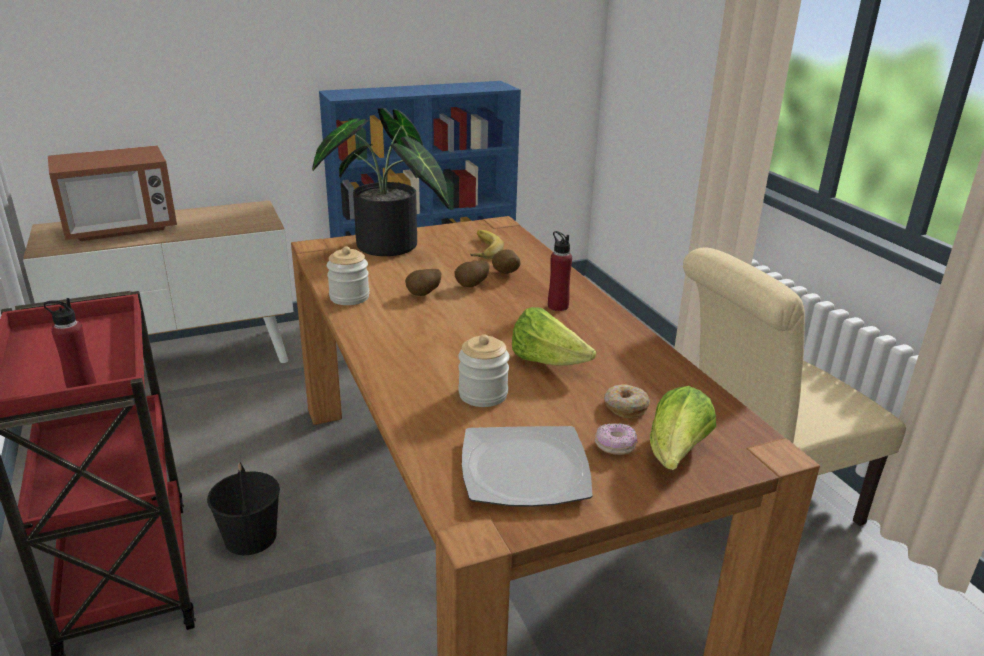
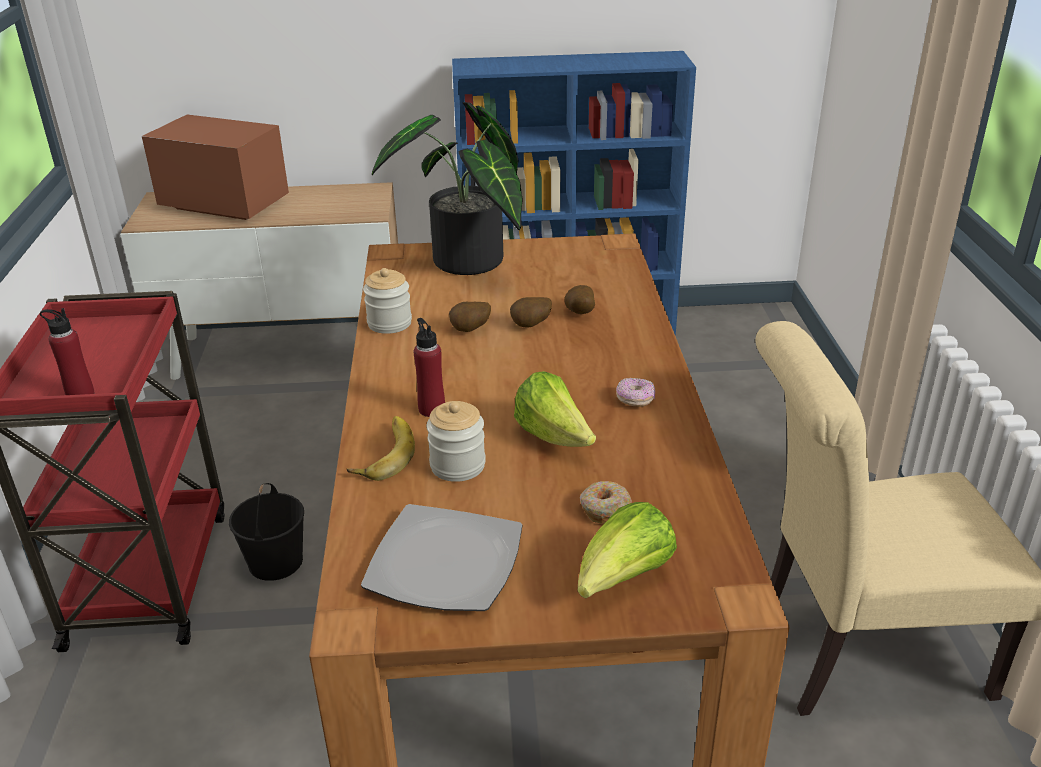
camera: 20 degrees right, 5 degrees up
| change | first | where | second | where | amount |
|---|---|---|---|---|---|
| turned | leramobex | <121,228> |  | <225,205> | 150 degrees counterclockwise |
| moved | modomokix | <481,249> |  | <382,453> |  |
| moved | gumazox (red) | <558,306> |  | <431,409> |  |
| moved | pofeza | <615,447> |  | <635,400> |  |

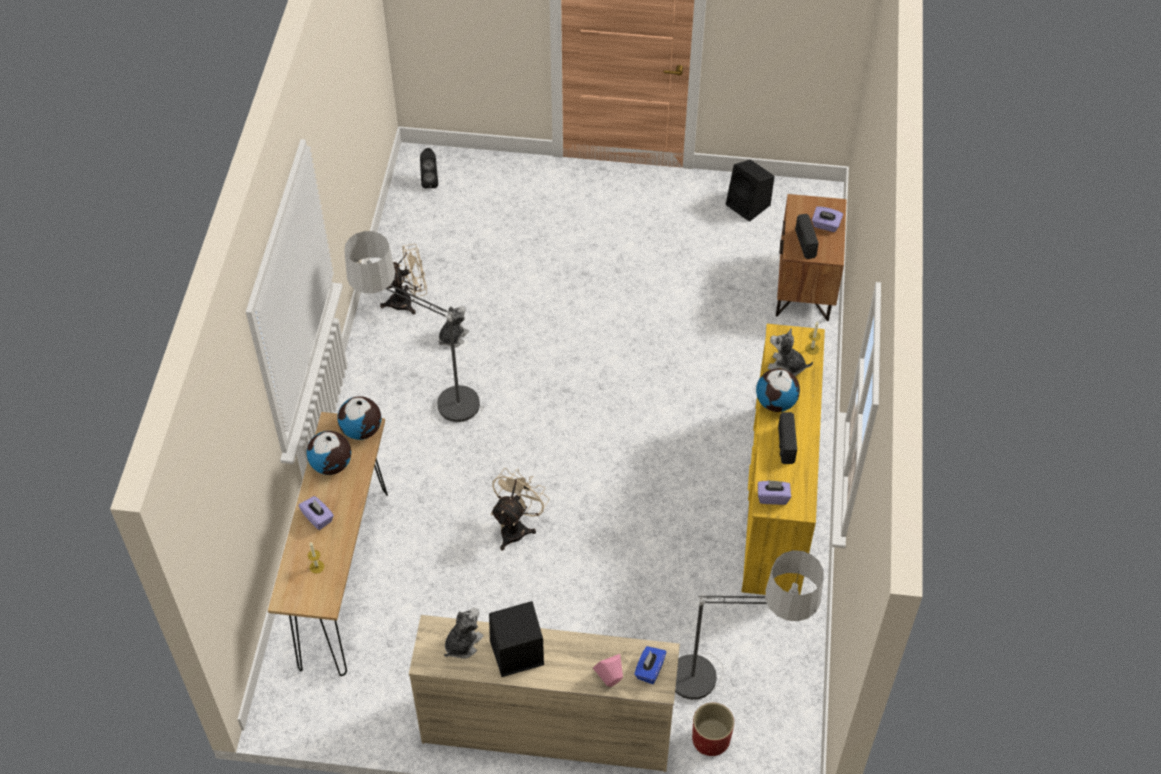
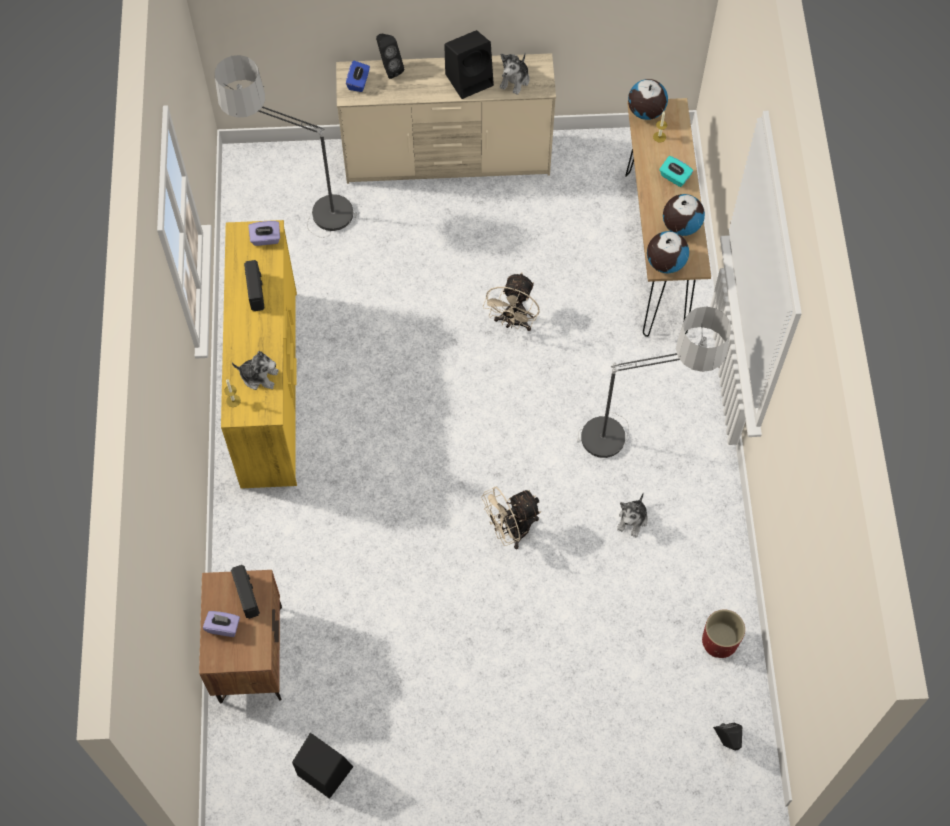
camera: 170 degrees right, 10 degrees up
| change | first | where | second | where | amount |
|---|---|---|---|---|---|
| recoloured | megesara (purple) | <318,518> | megesara (turquoise) | <674,177> |  |
| moved | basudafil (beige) | <407,301> |  | <510,531> |  |
| recoloured | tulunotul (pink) | <610,683> | tulunotul (black) | <389,68> |  |
| moved | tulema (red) | <711,739> |  | <719,641> |  |
| moved | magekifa | <776,402> |  | <645,112> |  |

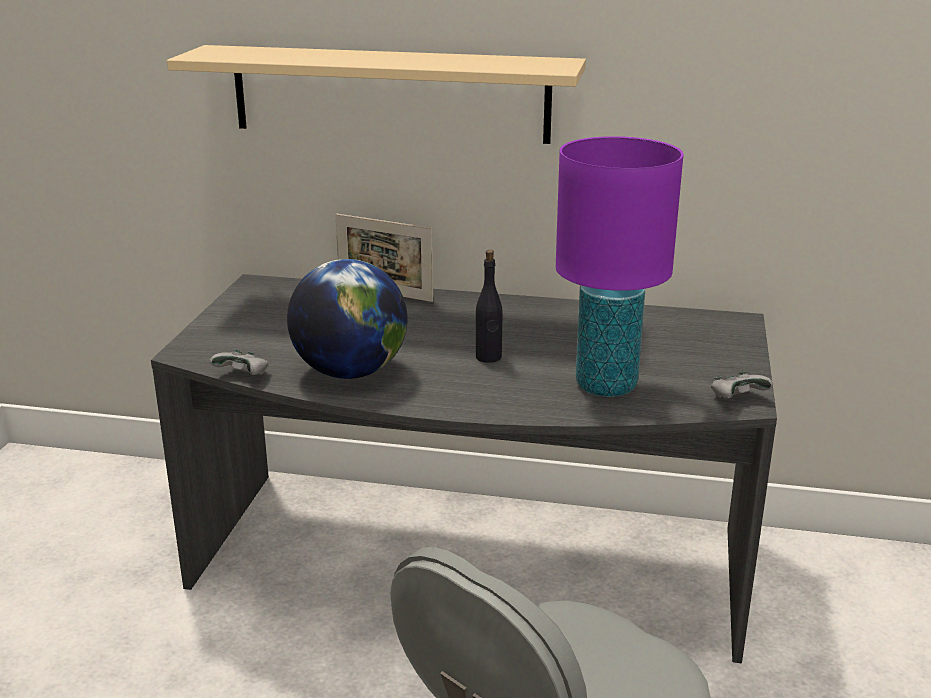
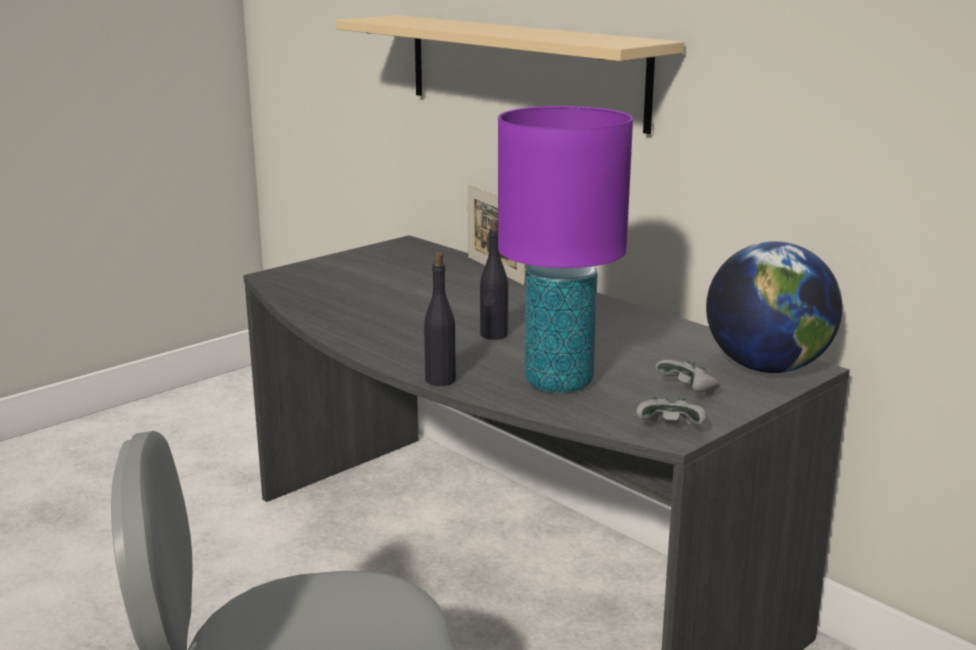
camera: 35 degrees right, 5 degrees down
| change | first | where | second | where | amount |
|---|---|---|---|---|---|
| moved | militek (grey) | <243,376> |  | <689,392> |  |
| moved | magekifa | <350,372> |  | <767,367> |  |
| added |  |  | gumazox (black) | <440,380> |  |

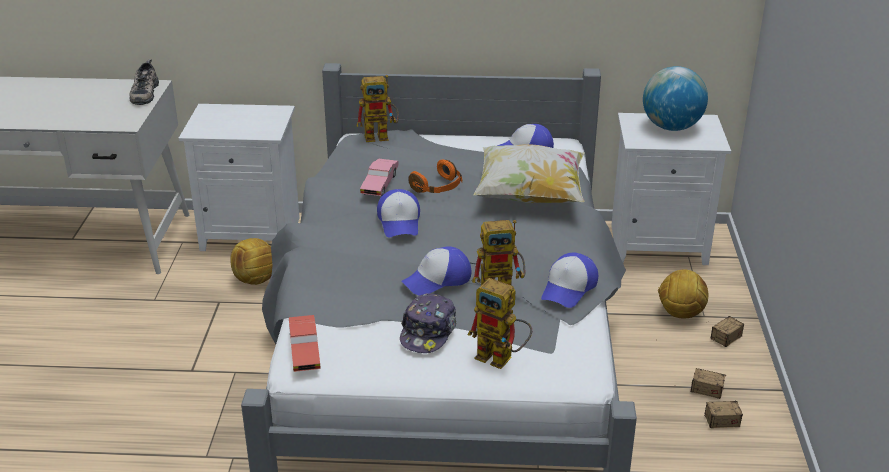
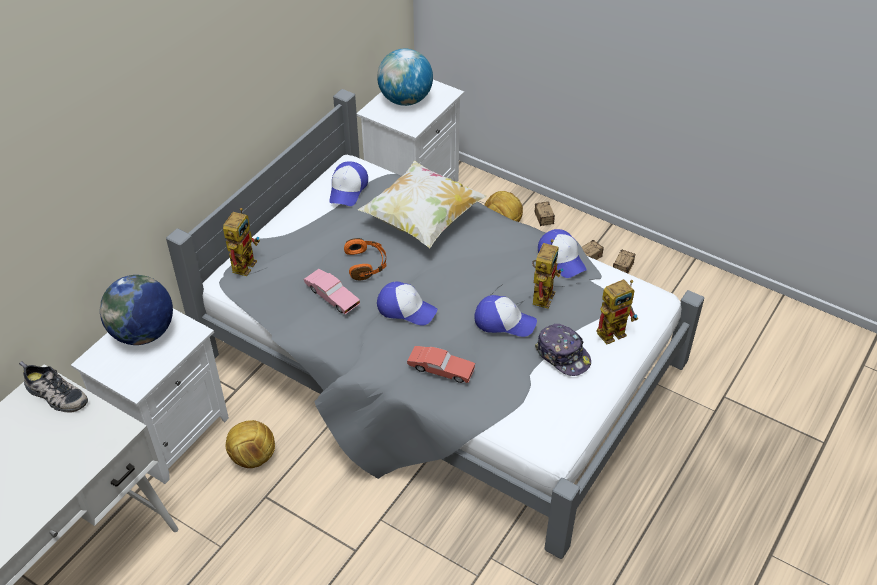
camera: 60 degrees left, 15 degrees up
| change | first | where | second | where | amount |
|---|---|---|---|---|---|
| moved | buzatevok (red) | <304,351> |  | <440,369> |  |
| turned | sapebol | <437,280> |  | <504,321> | 75 degrees counterclockwise |
| added |  |  | magekifa | <143,333> |  |

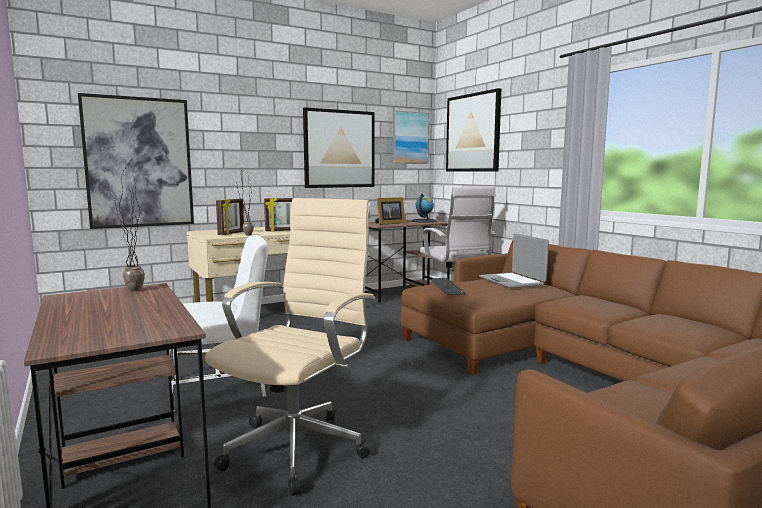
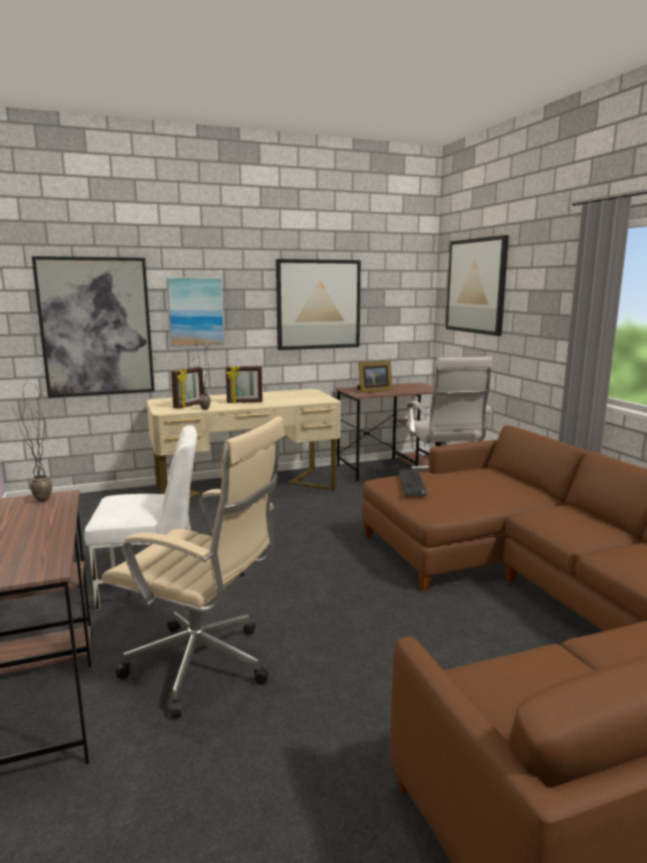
camera: 10 degrees right, 5 degrees up
| change | first | where | second | where | amount |
|---|---|---|---|---|---|
| turned | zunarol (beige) | <299,447> |  | <205,667> | 75 degrees clockwise |
| moved | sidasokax | <410,138> |  | <195,311> |  |
| removed | magekifa | <424,221> |  |  |  |
| removed | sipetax | <512,281> |  |  |  |

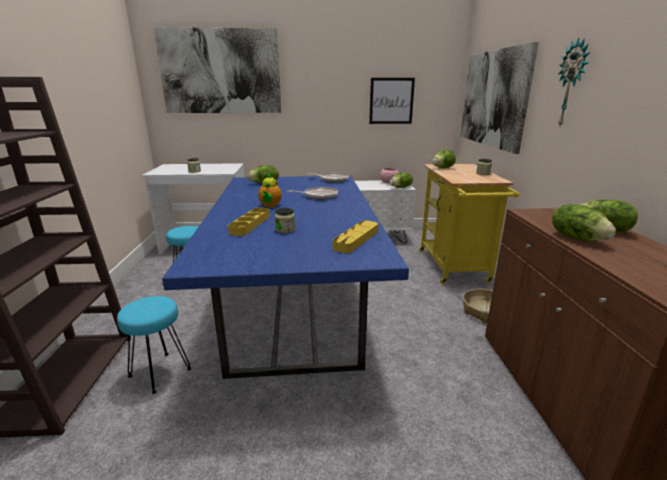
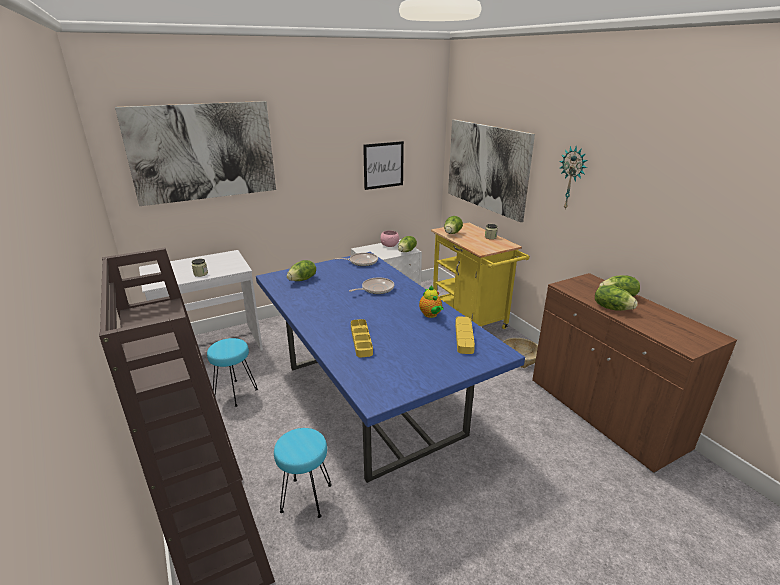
camera: 25 degrees left, 5 degrees up
| change | first | where | second | where | amount |
|---|---|---|---|---|---|
| moved | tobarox | <270,205> |  | <431,315> |  |
| removed | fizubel | <285,230> |  |  |  |

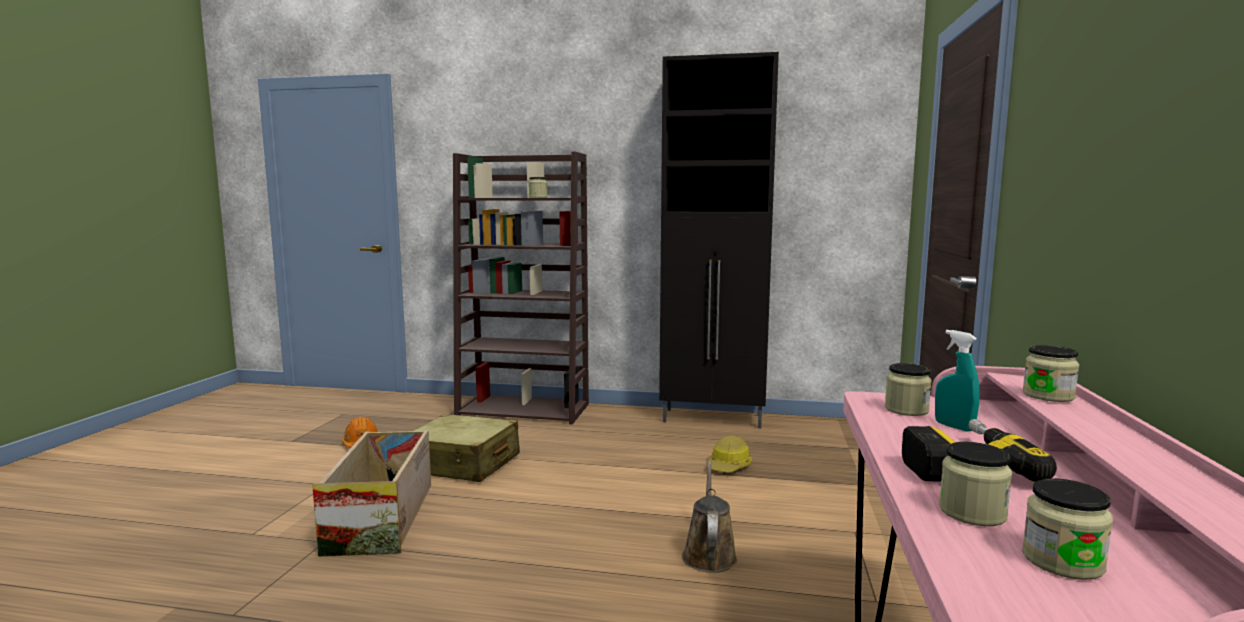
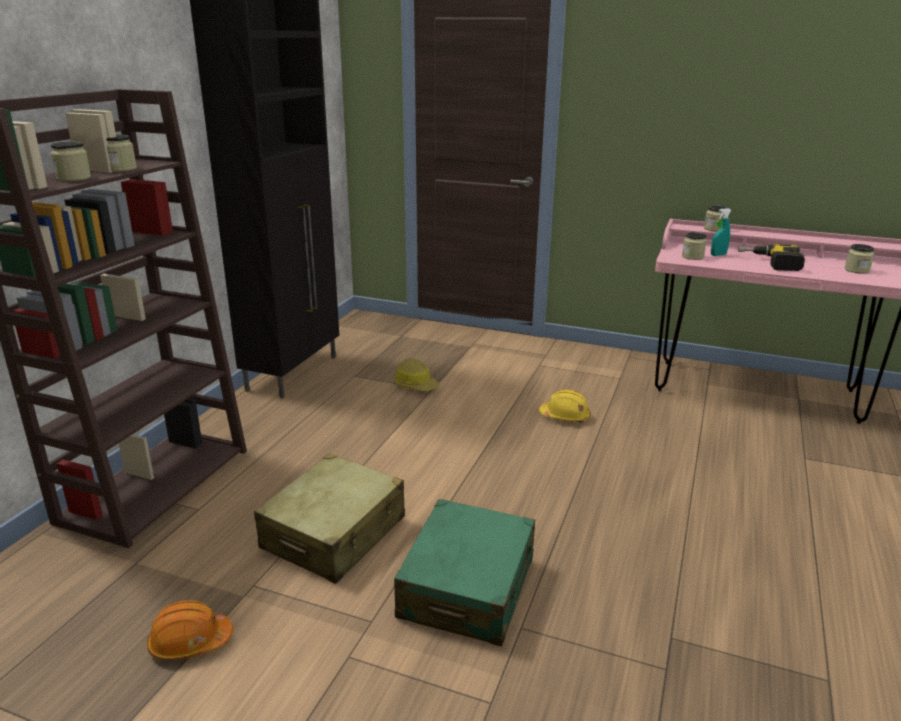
camera: 80 degrees left, 15 degrees up
| change | first | where | second | where | amount |
|---|---|---|---|---|---|
| replaced | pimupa | <382,517> | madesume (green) | <468,588> |  |
| replaced | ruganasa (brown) | <709,554> | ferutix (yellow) | <565,416> |  |
| moved | fizubel | <972,512> |  | <74,178> |  |

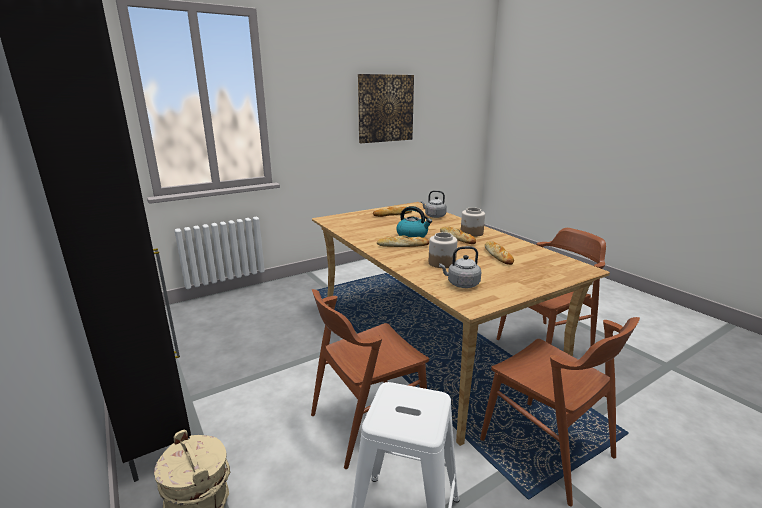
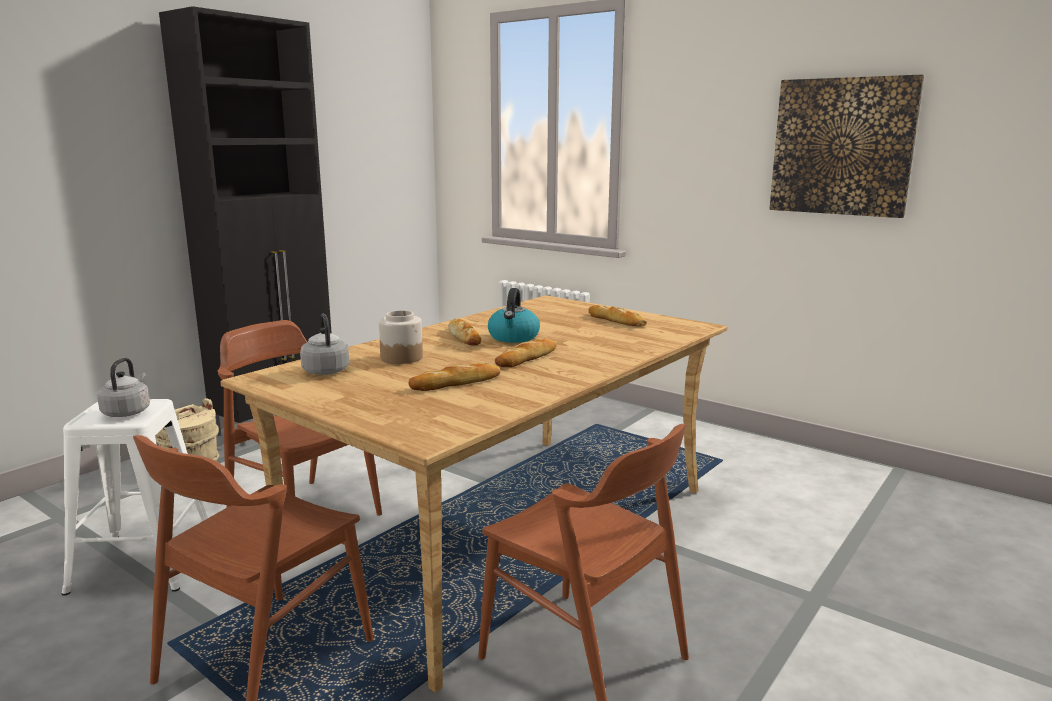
camera: 70 degrees right, 5 degrees down
| change | first | where | second | where | amount |
|---|---|---|---|---|---|
| moved | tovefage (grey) | <434,216> |  | <128,412> |  |
| removed | fizubel | <471,233> |  |  |  |

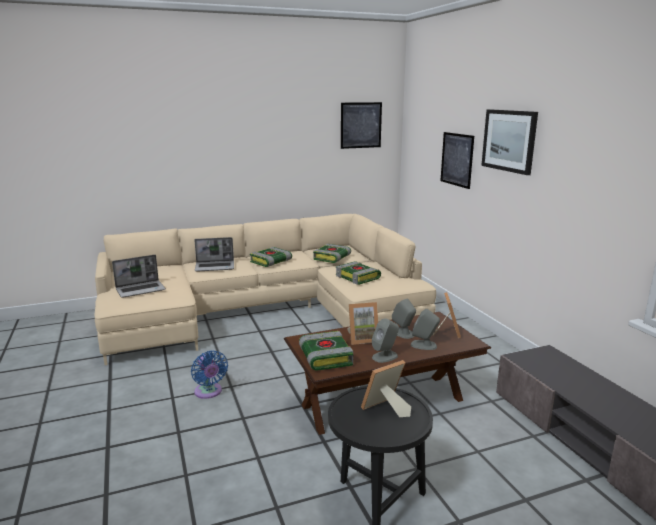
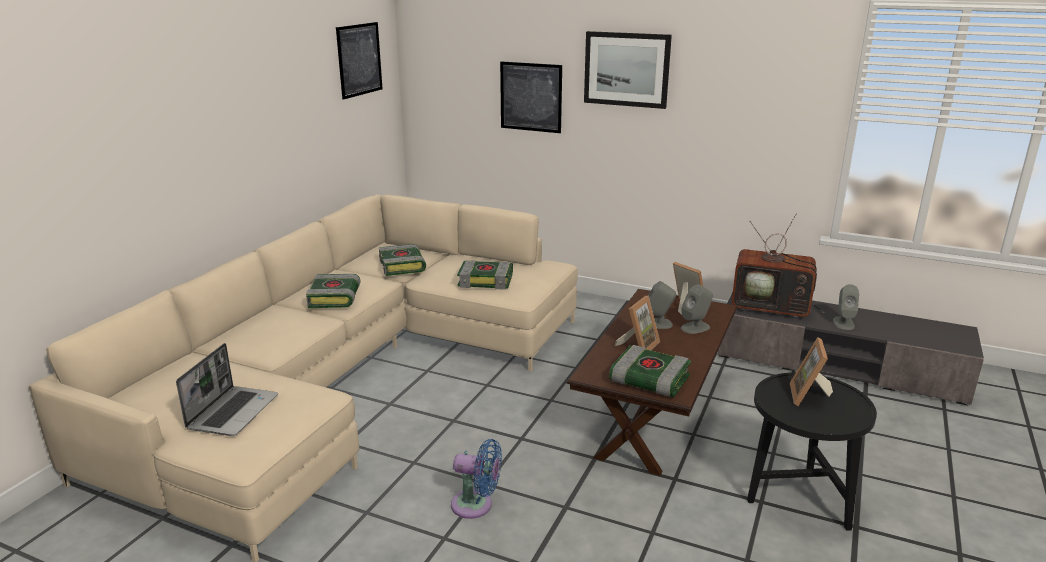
camera: 45 degrees left, 5 degrees up
| change | first | where | second | where | amount |
|---|---|---|---|---|---|
| removed | sipetax | <215,267> |  |  |  |
| moved | tulunotul (grey) | <385,356> |  | <843,323> |  |
| added |  |  | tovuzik | <772,307> |  |

